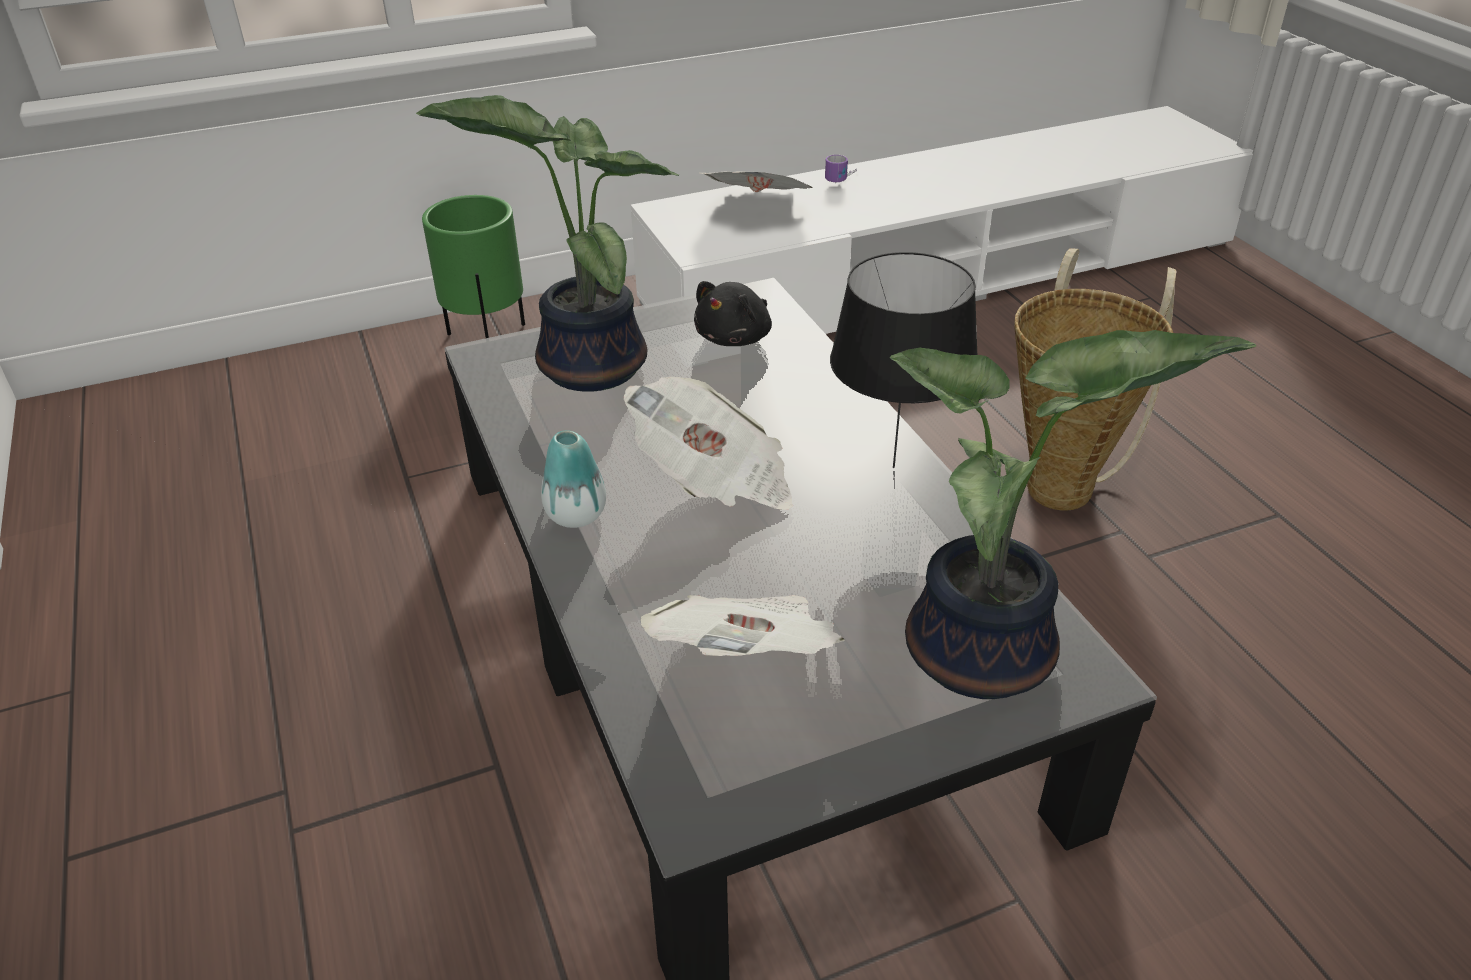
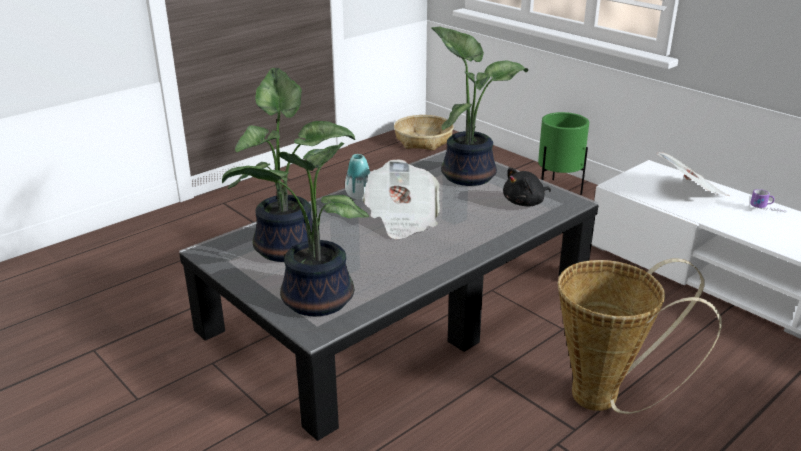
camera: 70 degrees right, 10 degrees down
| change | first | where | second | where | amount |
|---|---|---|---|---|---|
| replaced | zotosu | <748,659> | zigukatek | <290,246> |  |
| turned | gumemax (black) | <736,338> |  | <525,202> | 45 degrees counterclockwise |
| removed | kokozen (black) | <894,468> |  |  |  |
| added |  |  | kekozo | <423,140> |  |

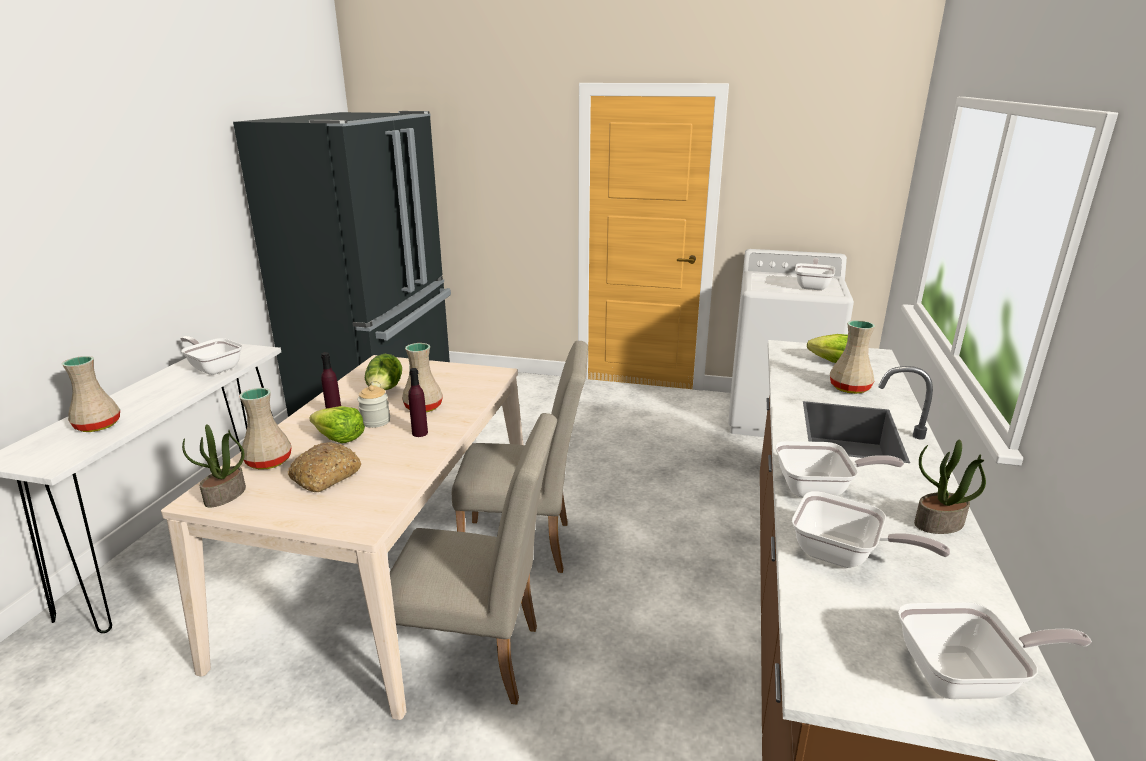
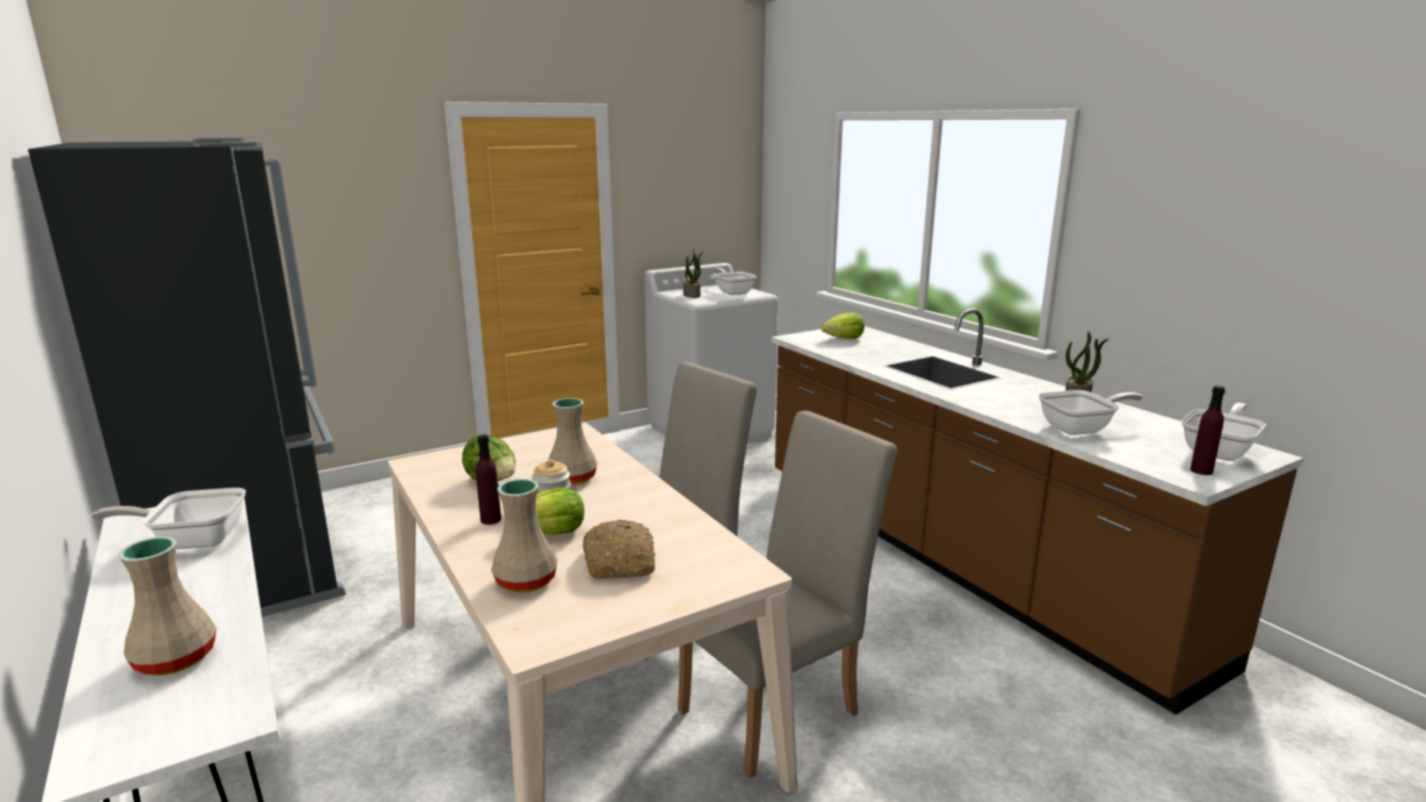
camera: 45 degrees left, 5 degrees down
| change | first | where | second | where | amount |
|---|---|---|---|---|---|
| moved | zigukatek | <225,496> |  | <692,295> |  |
| moved | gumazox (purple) | <420,433> |  | <1201,471> |  |
| removed | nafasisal | <820,489> |  |  |  |
| removed | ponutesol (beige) | <850,388> |  |  |  |

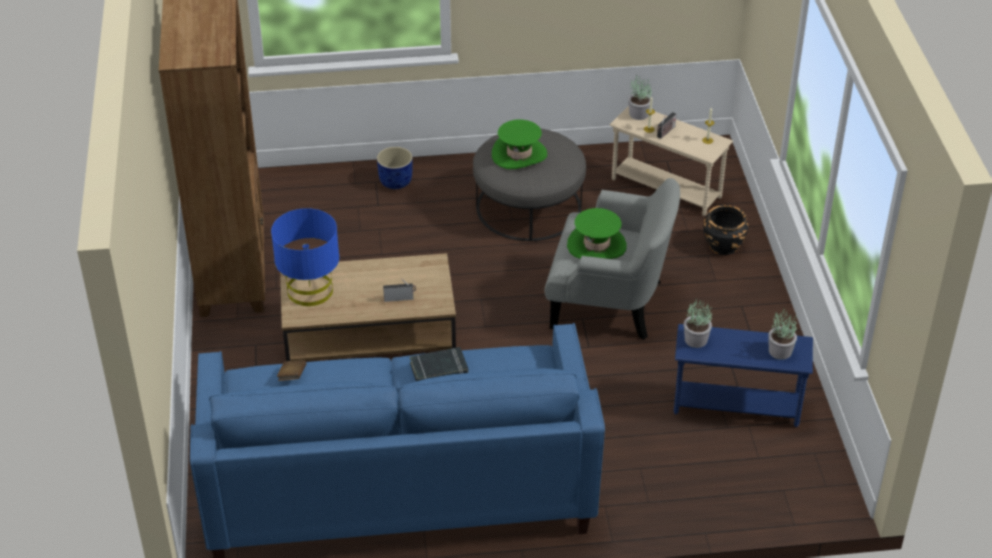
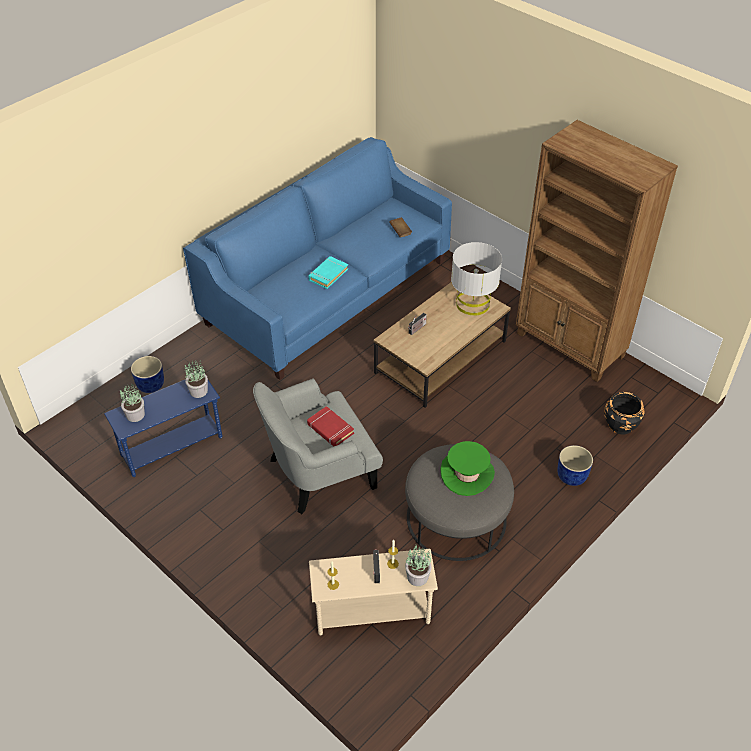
camera: 140 degrees right, 5 degrees up
| change | first | where | second | where | amount |
|---|---|---|---|---|---|
| recoloured | kokozen (blue) | <309,290> | kokozen (grey) | <472,303> |  |
| recoloured | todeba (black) | <439,370> | todeba (turquoise) | <328,274> |  |
| replaced | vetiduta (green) | <596,245> | todeba (red) | <330,429> |  |
| moved | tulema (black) | <723,245> |  | <620,425> |  |
| added |  |  | tulema (blue) | <150,384> |  |

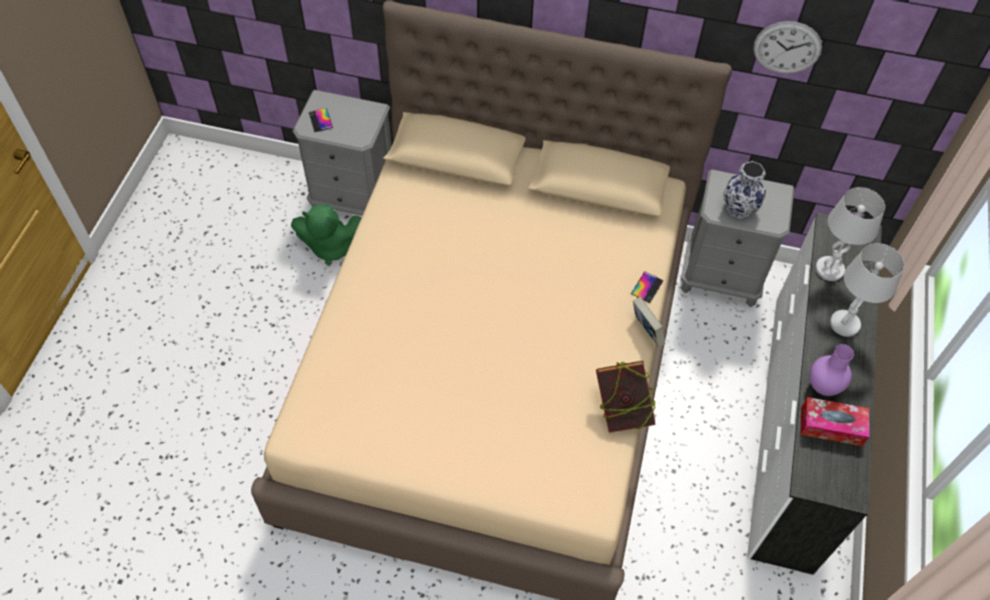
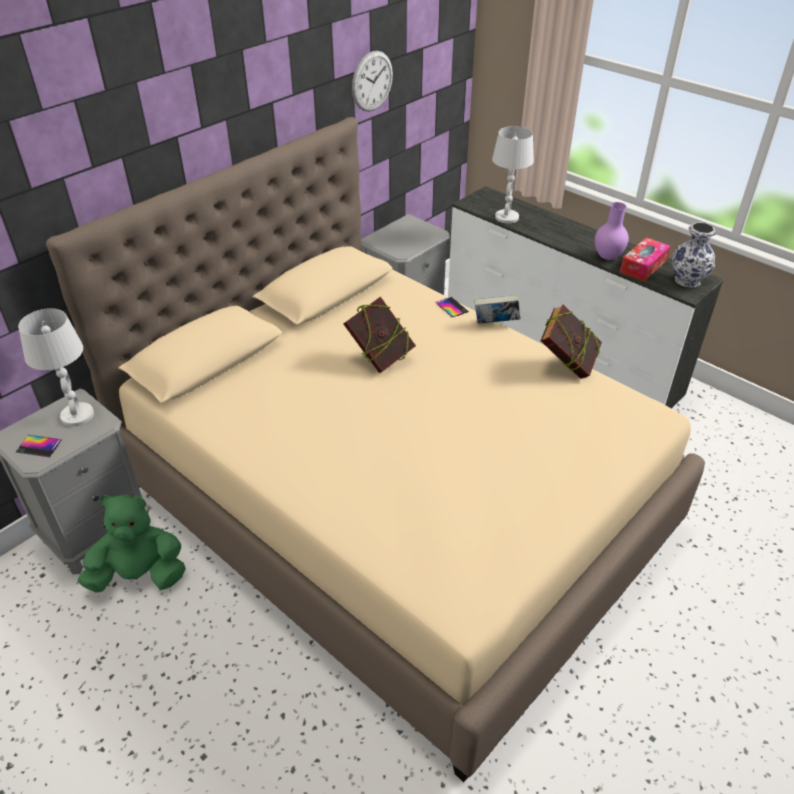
camera: 60 degrees left, 15 degrees down
| change | first | where | second | where | amount |
|---|---|---|---|---|---|
| turned | gumemax (green) | <332,246> |  | <140,575> | 135 degrees counterclockwise |
| moved | ponutesol | <739,209> |  | <688,281> |  |
| moved | kokozen (white) | <844,324> |  | <77,415> |  |
| added |  |  | todeba | <380,358> |  |

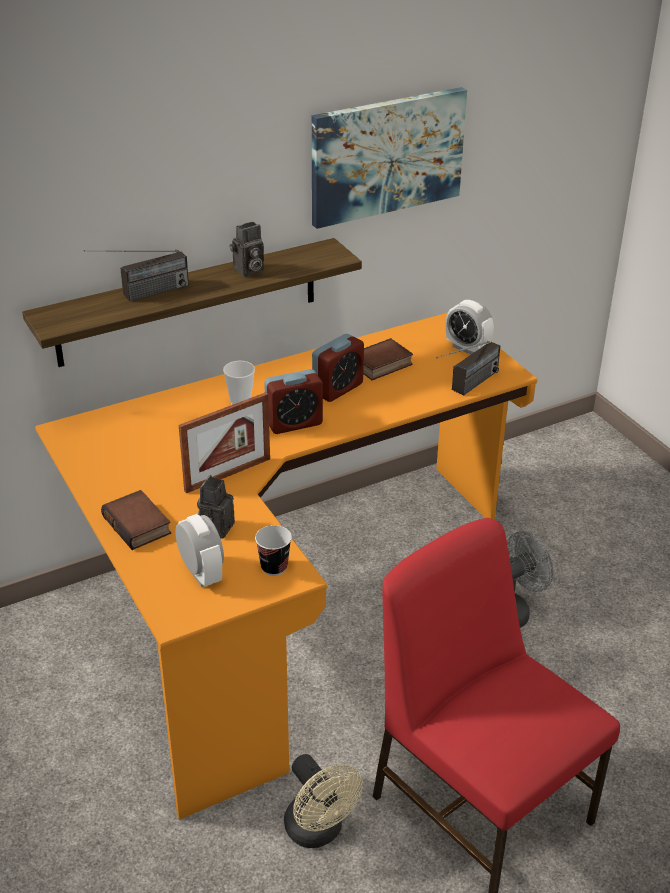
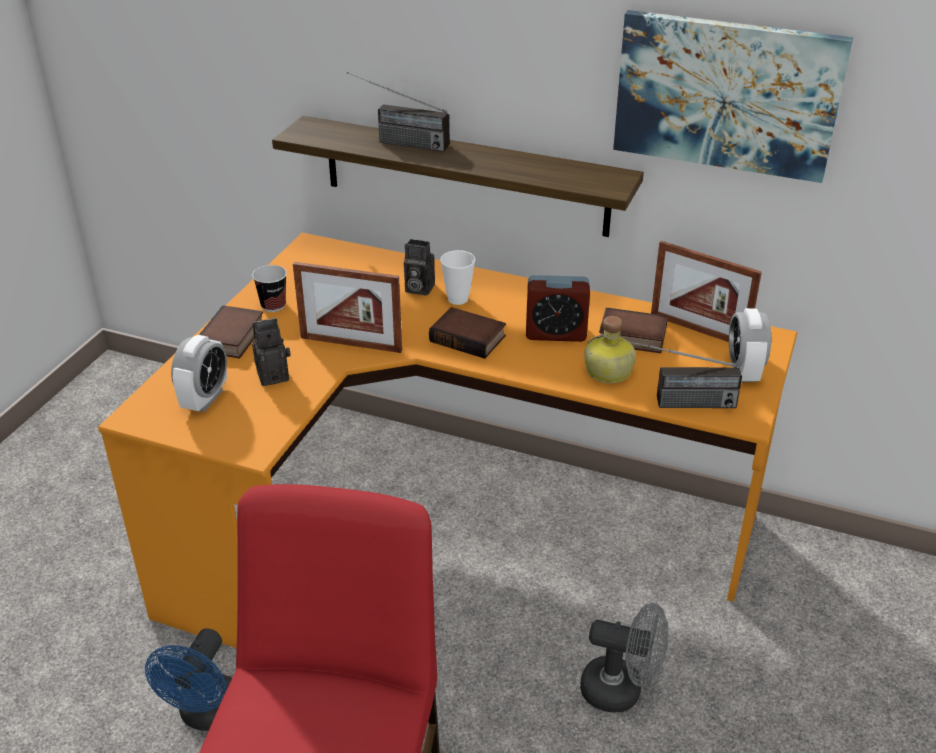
camera: 50 degrees right, 0 degrees up
| change | first | where | second | where | amount |
|---|---|---|---|---|---|
| moved | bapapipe | <248,271> |  | <417,288> |  |
| moved | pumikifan | <274,567> |  | <273,305> |  |
| replaced | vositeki | <294,423> | todeba | <469,338> |  |
| recoloured | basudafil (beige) | <319,832> | basudafil (blue) | <206,715> |  |
| added |  |  | gumazox | <608,372> |  |
| added |  |  | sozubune | <698,330> |  |

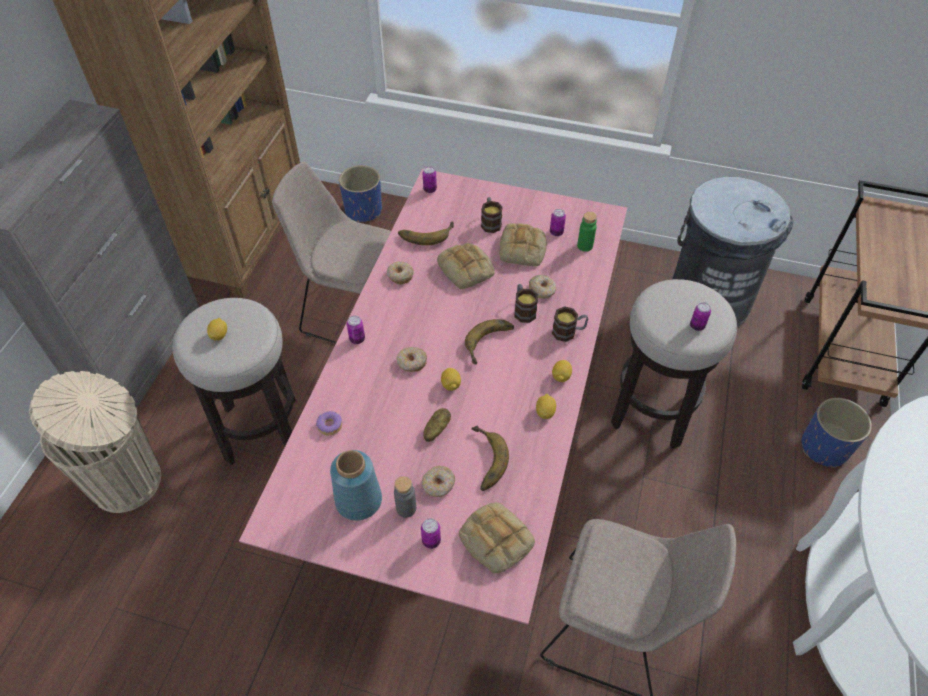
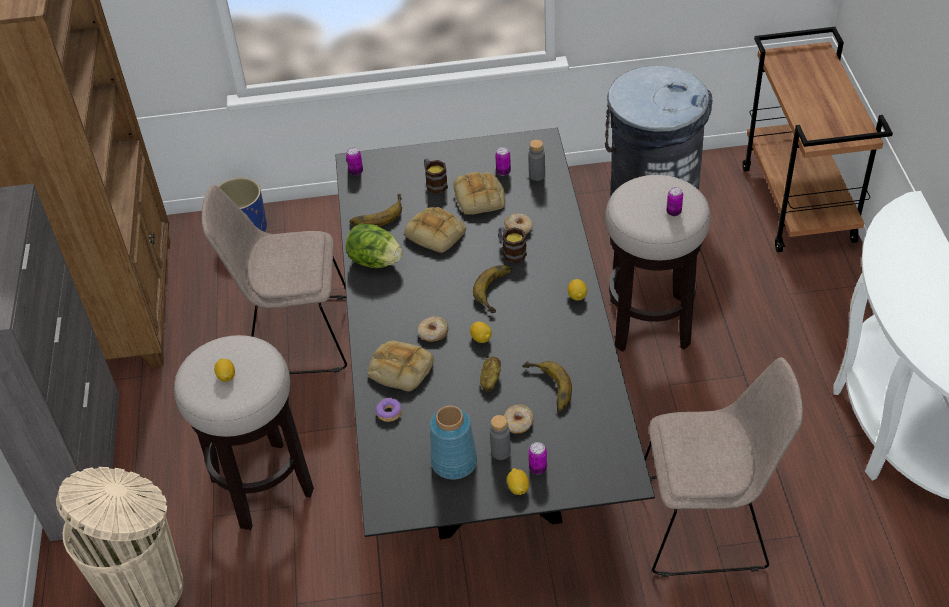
camera: 20 degrees left, 5 degrees down
| change | first | where | second | where | amount |
|---|---|---|---|---|---|
| recoloured | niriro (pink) | <463,446> | niriro (black) | <483,422> |  |
| removed | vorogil | <357,339> |  |  |  |
| replaced | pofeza | <400,276> | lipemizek | <375,261> |  |
| moved | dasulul | <494,540> |  | <399,370> |  |
| moved | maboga | <545,412> |  | <518,488> |  |
| removed | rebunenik | <568,332> |  |  |  |
| recoloured | gumazox (green) | <585,246> | gumazox (grey) | <537,175> |  |
| removed | tulema (blue) | <824,448> |  |  |  |

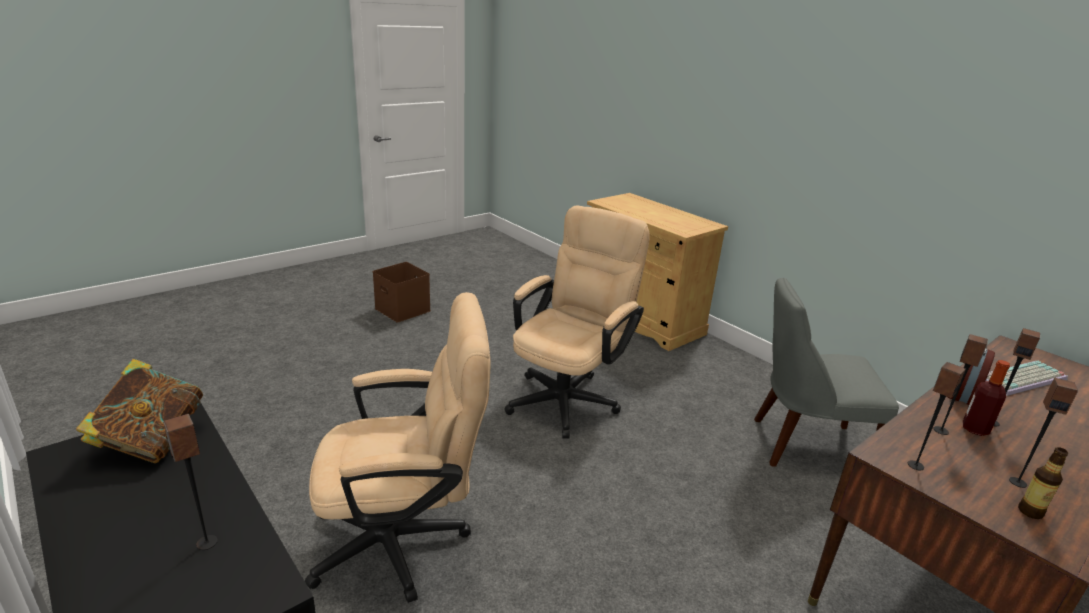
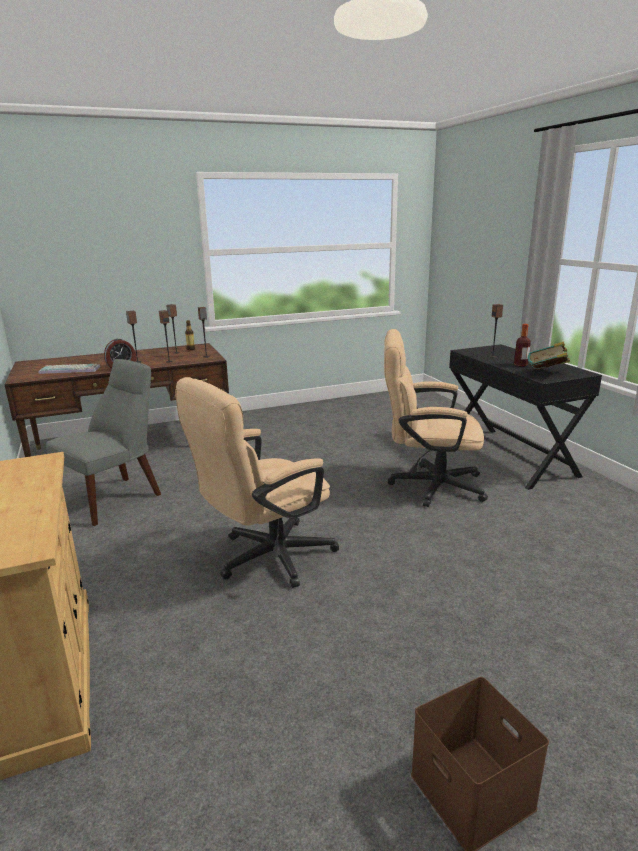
camera: 160 degrees left, 5 degrees down
| change | first | where | second | where | amount |
|---|---|---|---|---|---|
| turned | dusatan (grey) | <803,445> |  | <115,498> | 75 degrees counterclockwise |
| moved | gumazox | <975,429> |  | <520,365> |  |

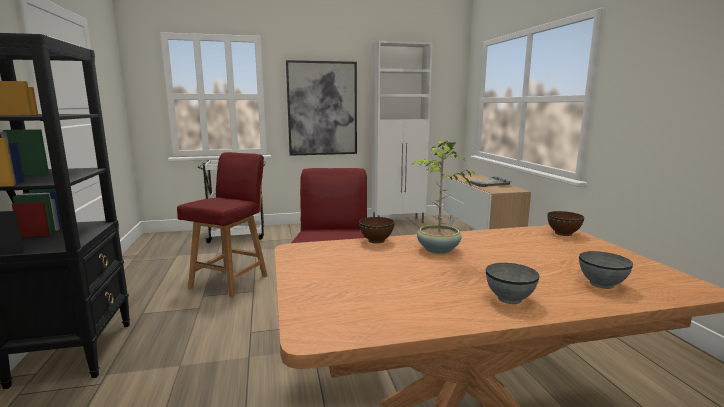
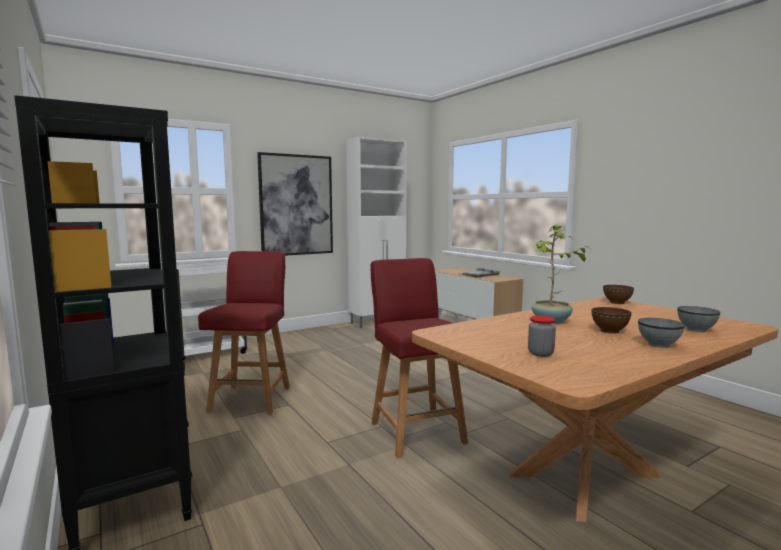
camera: 20 degrees left, 5 degrees down
| change | first | where | second | where | amount |
|---|---|---|---|---|---|
| moved | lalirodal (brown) | <376,241> |  | <609,331> |  |
| added |  |  | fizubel | <540,353> |  |

